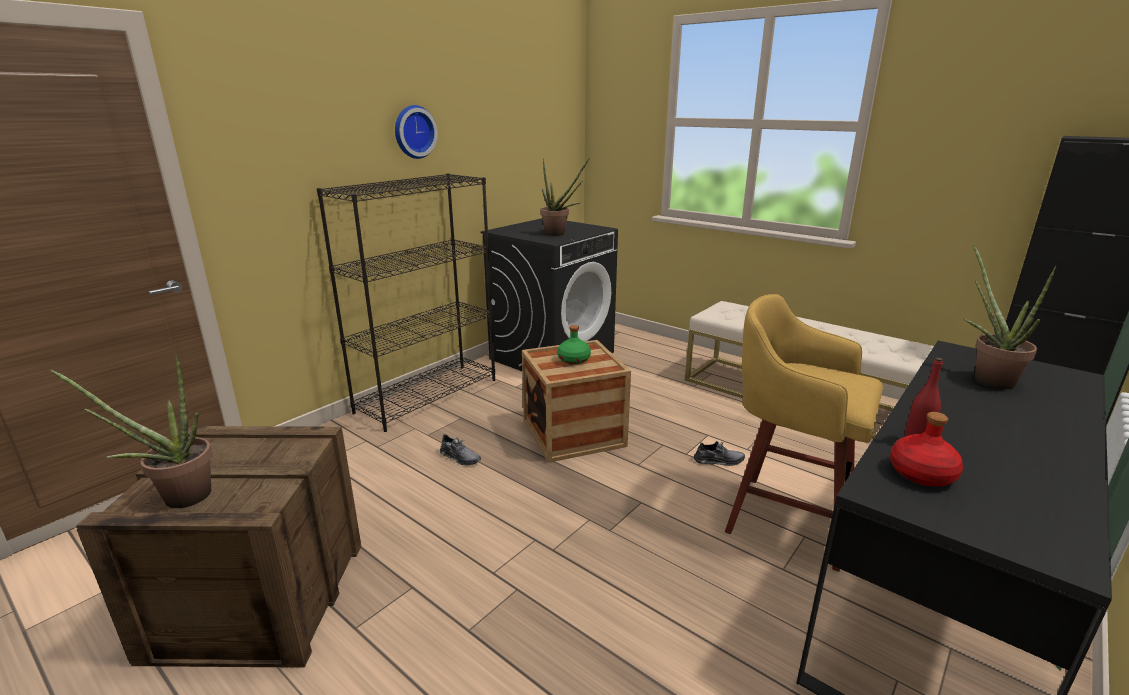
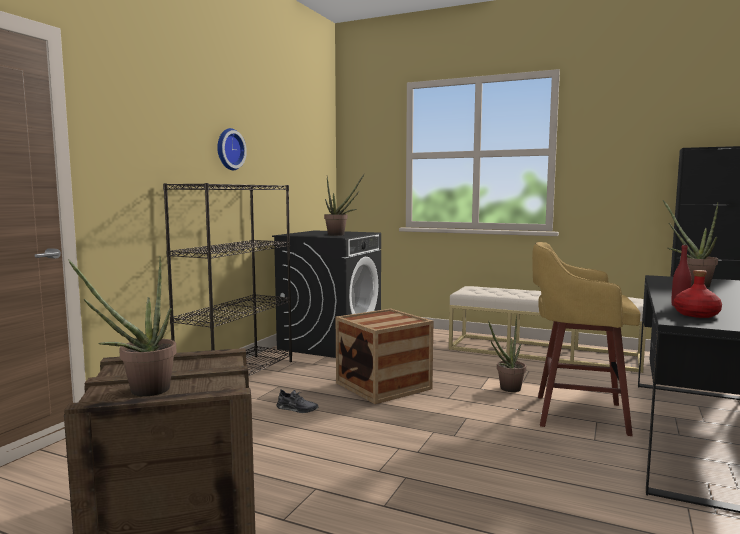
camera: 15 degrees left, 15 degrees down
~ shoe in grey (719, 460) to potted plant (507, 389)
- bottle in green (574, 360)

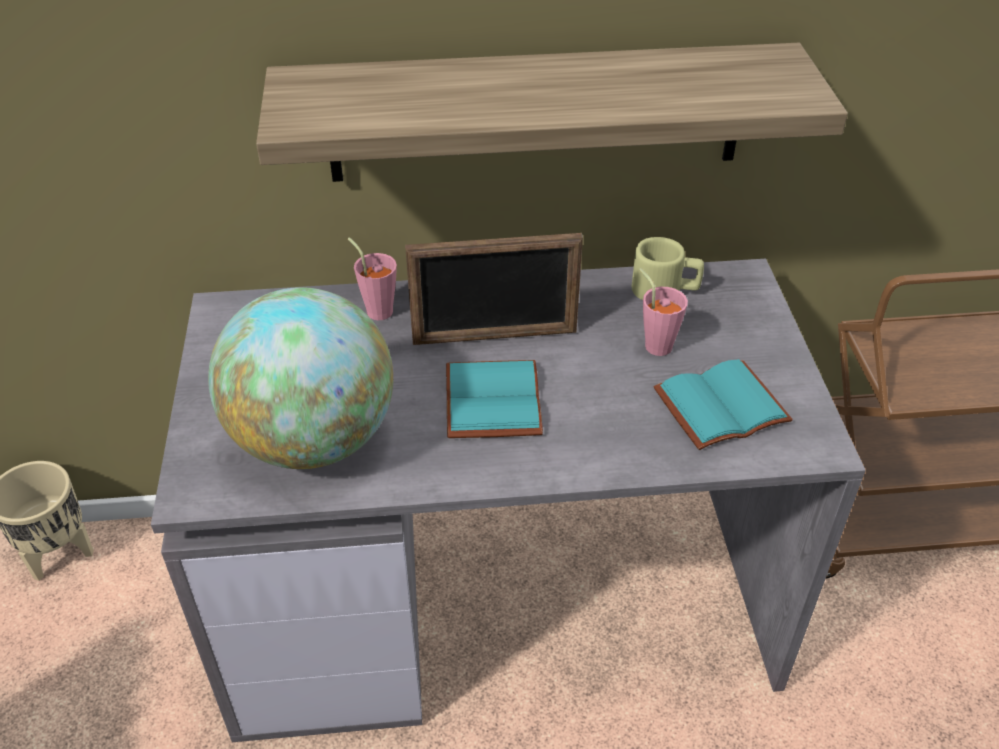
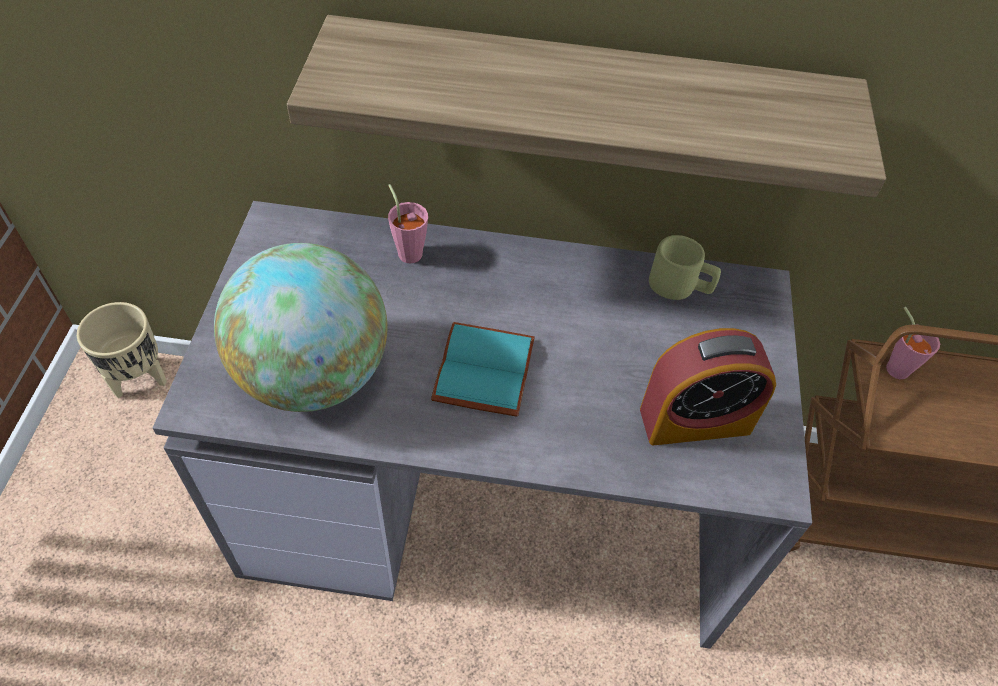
camera: 10 degrees right, 10 degrees up
~ book in turquoise (721, 404) to alarm clock (695, 420)
~ cup in pink (654, 342) to (894, 365)
- picture frame (495, 337)

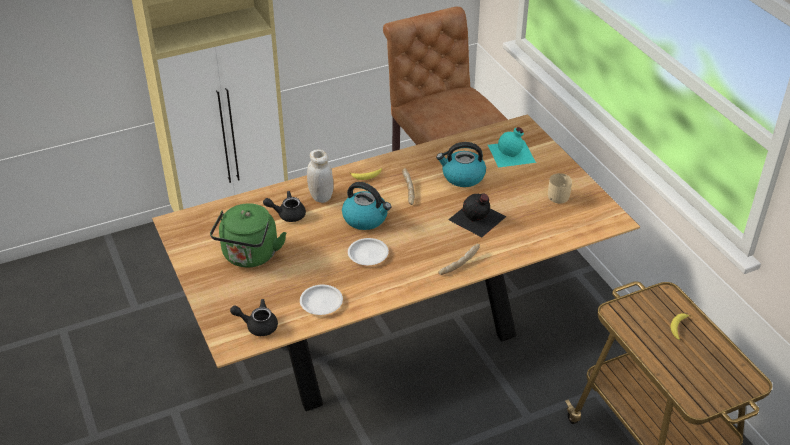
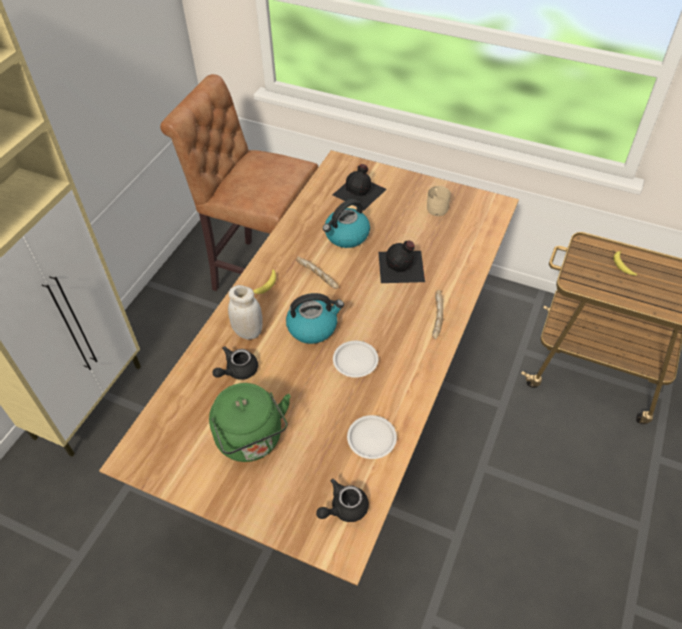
camera: 40 degrees left, 10 degrees up
~ bottle in turquoise (512, 153) to bottle in black (360, 191)

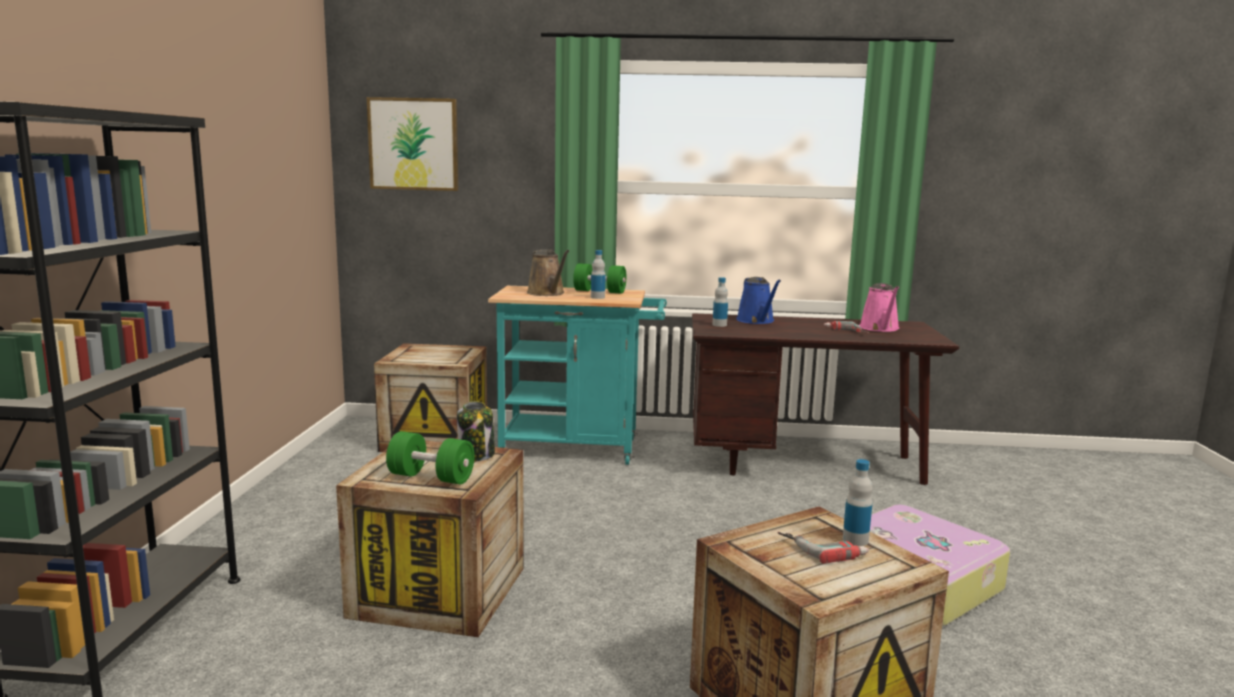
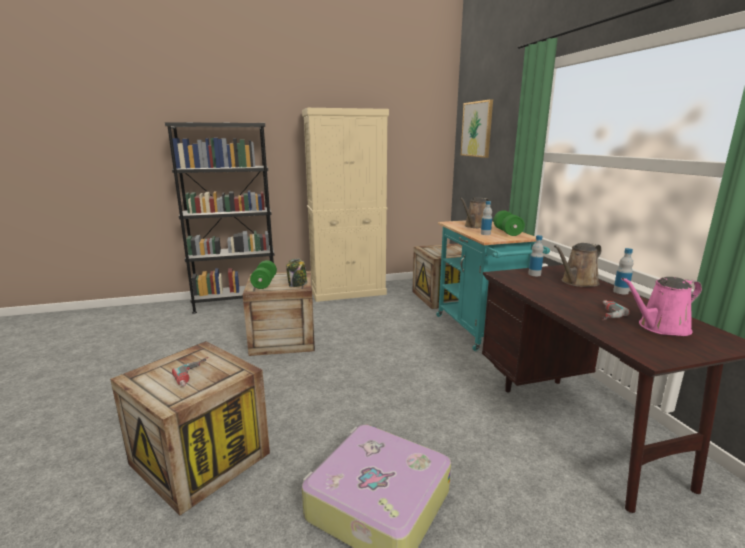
camera: 70 degrees right, 5 degrees up
+ cabinet in beige (348, 292)
~ watering can in blue (757, 321) to watering can in brown (577, 282)
~ bottle (855, 540) to (620, 292)

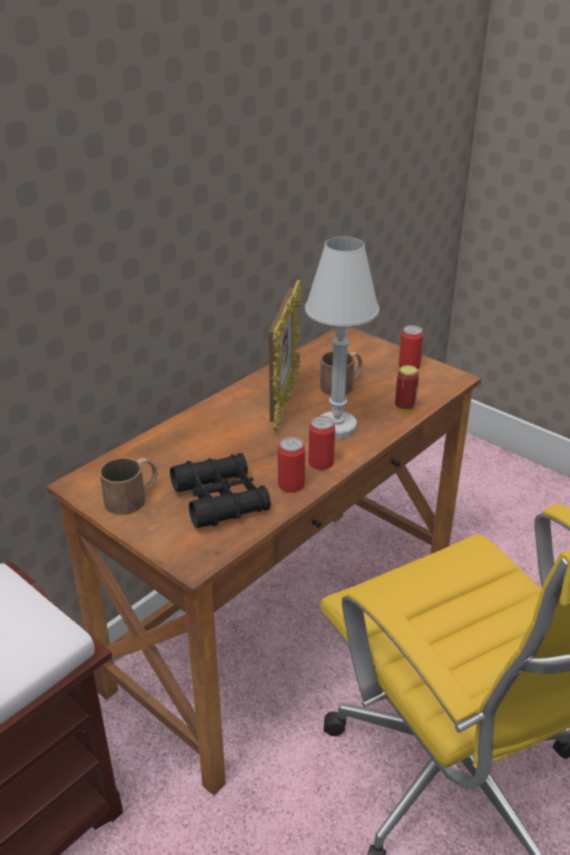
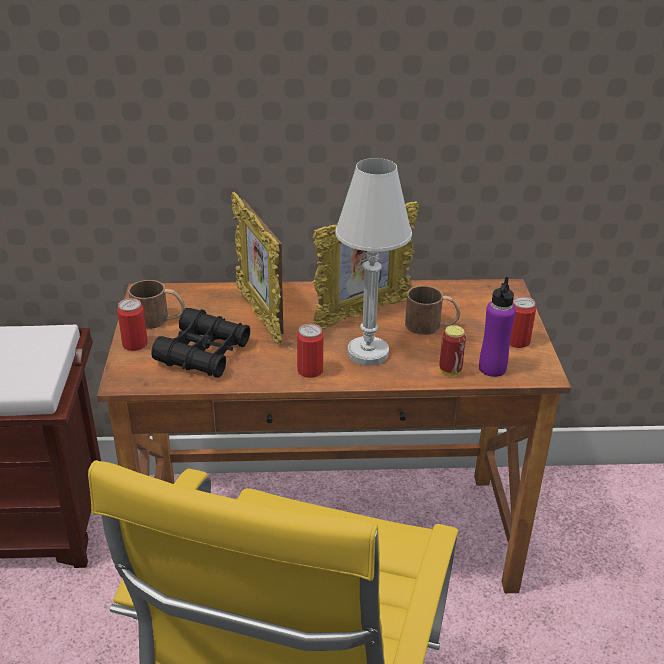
camera: 45 degrees right, 0 degrees up
~ can (291, 485) to (135, 344)
+ picture frame (260, 316)
+ bottle in purple (492, 368)

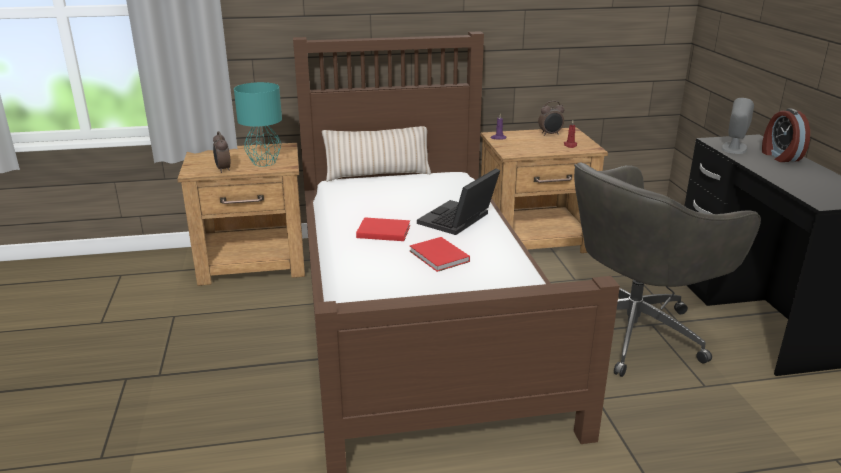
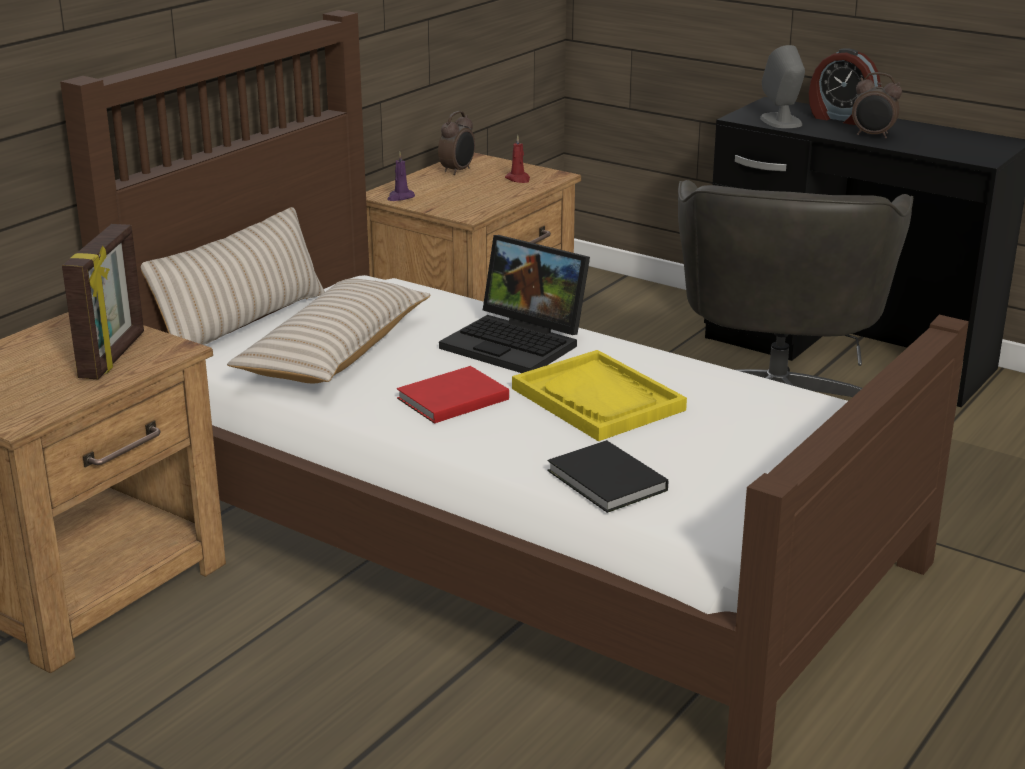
camera: 45 degrees left, 0 degrees up
~ table lamp in turquoise (264, 162) to picture frame (114, 356)
+ pillow in beige (335, 352)
~ laptop (458, 221) = (518, 343) 45 degrees counterclockwise
~ book in red (439, 257) to tray in yellow (598, 399)
+ book in black (607, 482)
~ alarm clock (223, 169) to (873, 135)

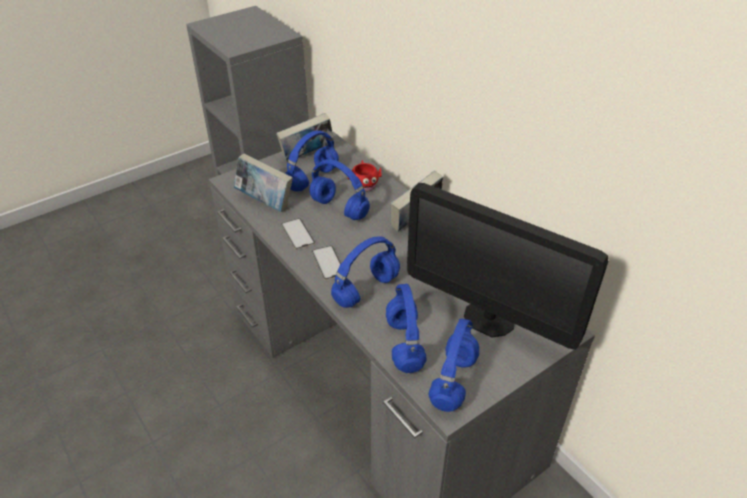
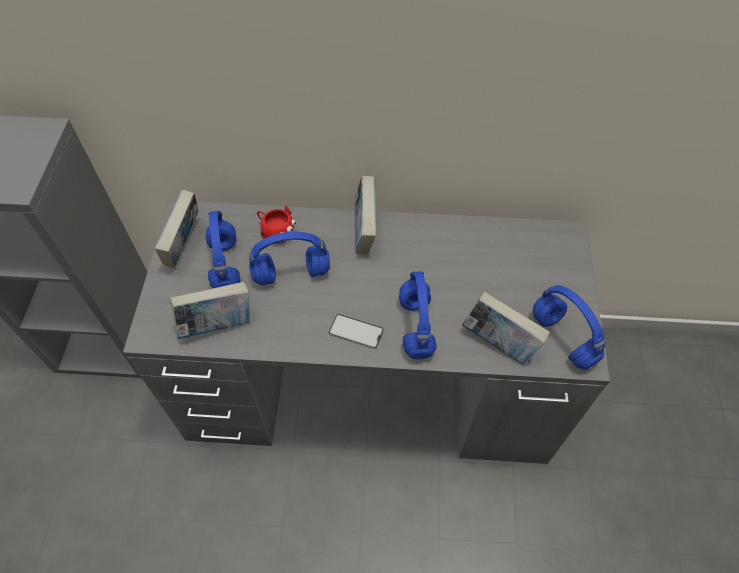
camera: 50 degrees left, 15 degrees up
~ headphones in blue (403, 343) to book (499, 343)
- phone (297, 234)
- monitor (489, 318)

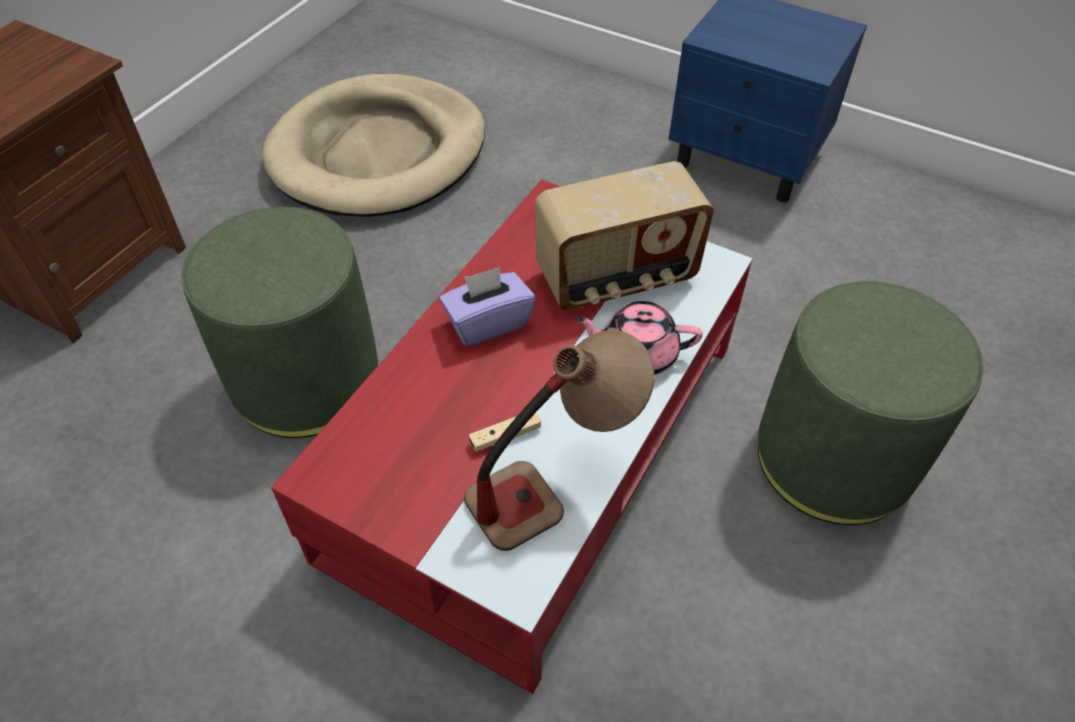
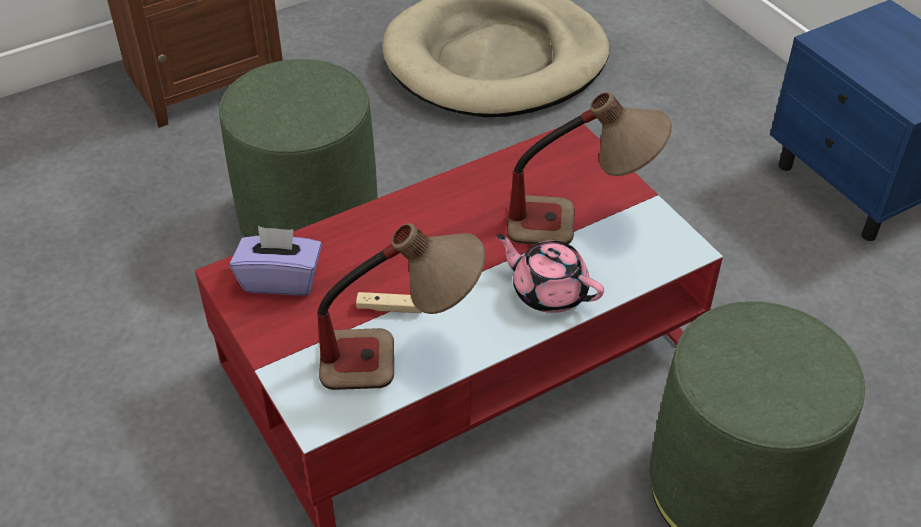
camera: 30 degrees right, 5 degrees down
~ tissue box in purple (487, 323) to (281, 279)
~ radio (617, 278) to table lamp (580, 225)

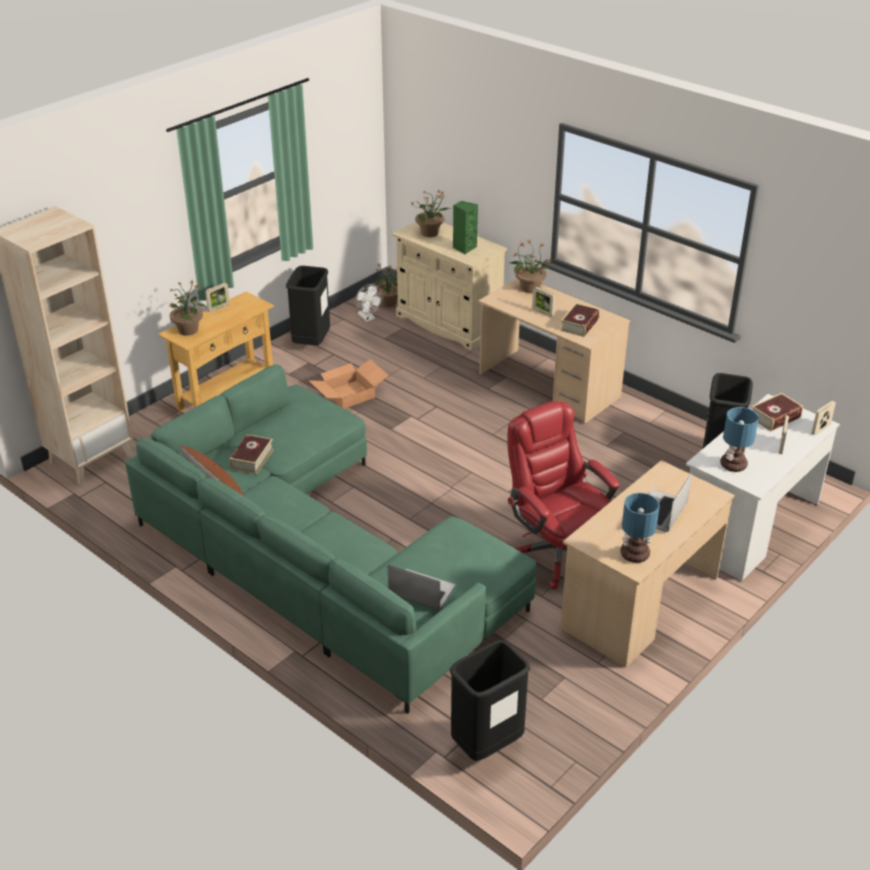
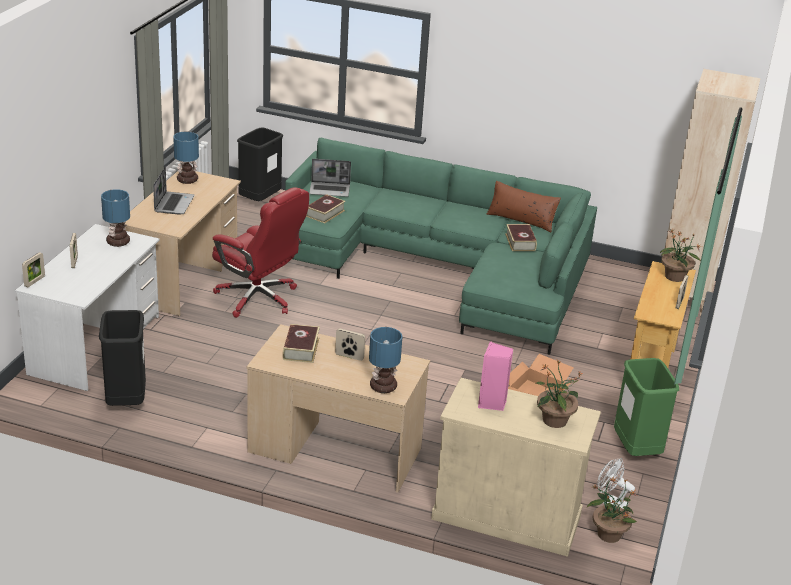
camera: 155 degrees right, 5 degrees down
~ book (775, 417) to (325, 213)
~ potted plant (529, 288) to table lamp (382, 387)
~ speaker in green (464, 248) to speaker in pink (492, 403)
~ trash can in black (311, 343) to trash can in green (635, 450)

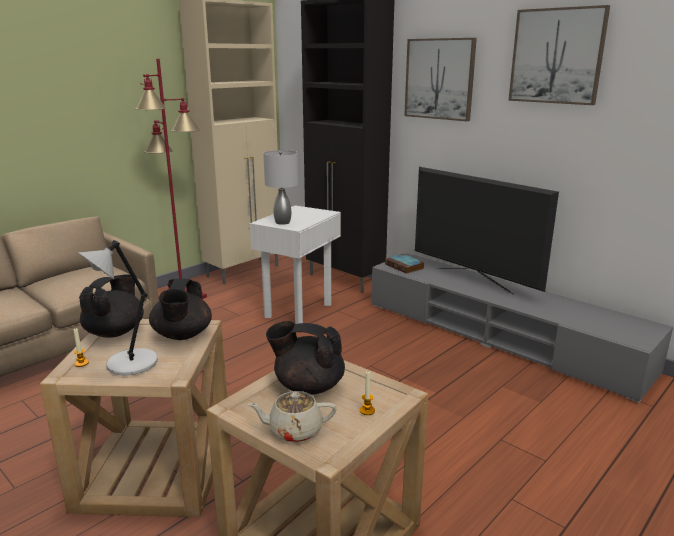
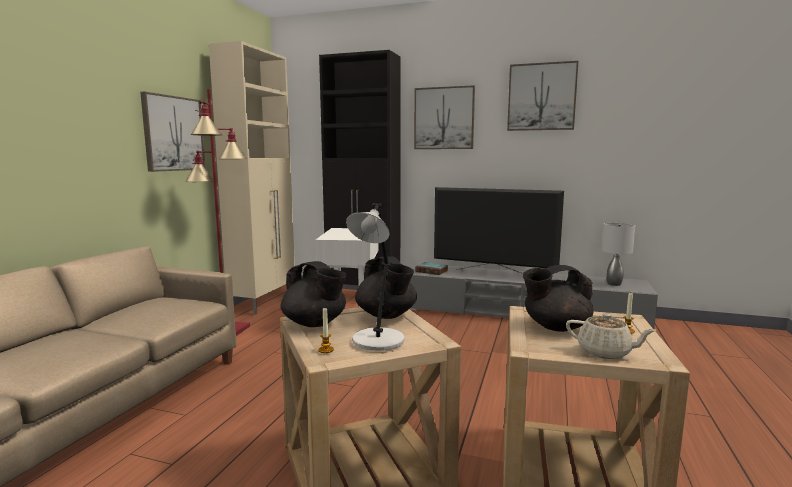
camera: 25 degrees left, 10 degrees down
+ picture (173, 133)
~ teapot in black (115, 332) = (315, 324) 135 degrees clockwise
~ teapot in beige (294, 430) = (605, 352) 120 degrees counterclockwise
~ table lamp in grey (283, 222) to (614, 284)

